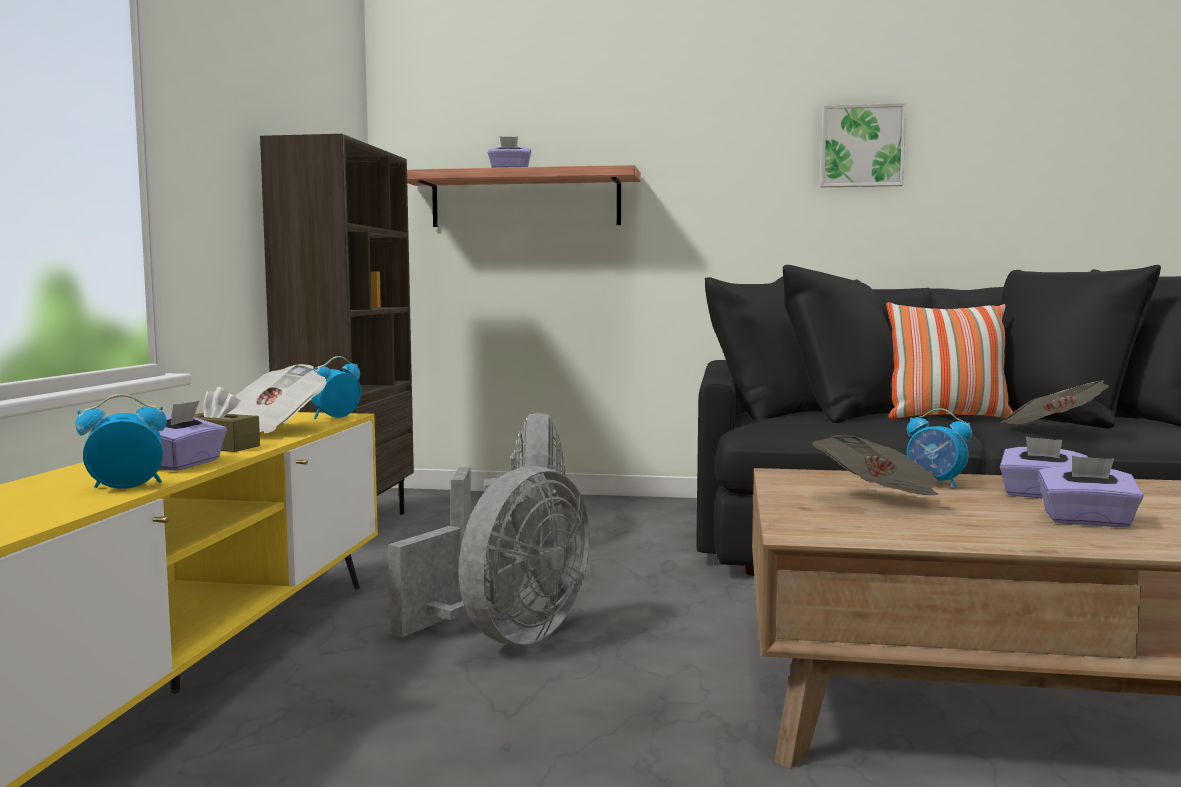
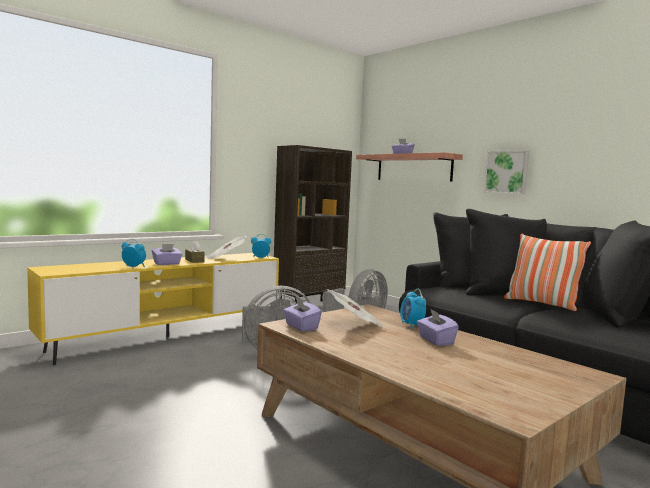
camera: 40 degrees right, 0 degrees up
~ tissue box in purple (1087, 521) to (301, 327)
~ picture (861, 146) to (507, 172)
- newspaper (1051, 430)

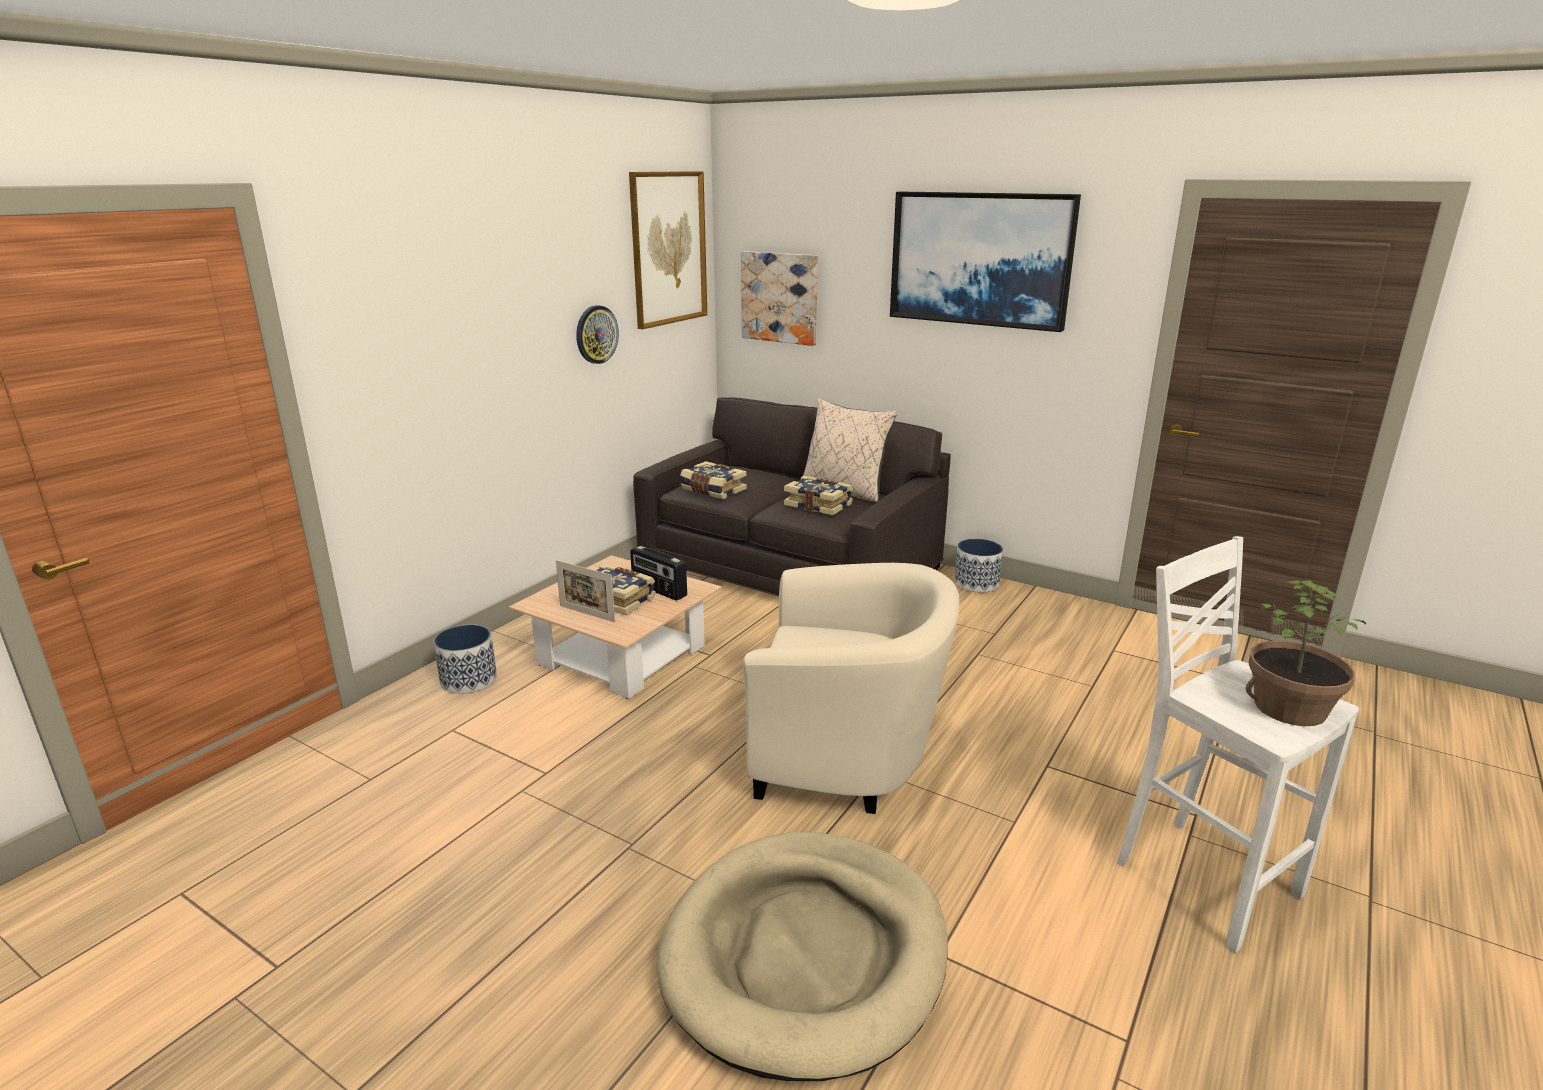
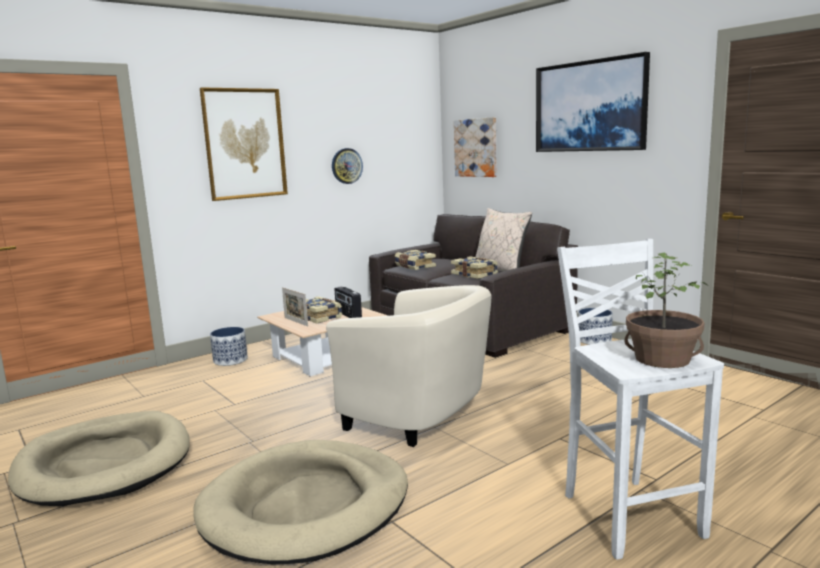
camera: 20 degrees right, 10 degrees down
+ dog bed in beige (105, 463)
~ picture (668, 248) to (244, 144)

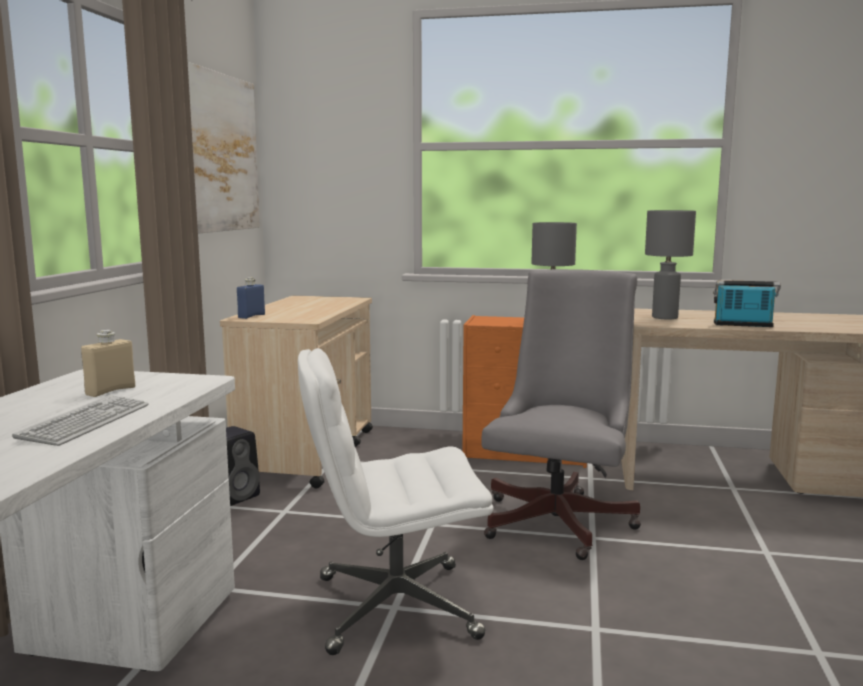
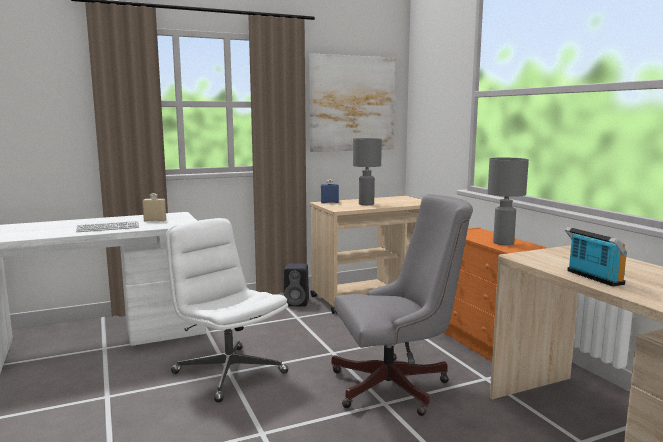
camera: 55 degrees right, 0 degrees up
~ table lamp in grey (664, 317) to (366, 204)

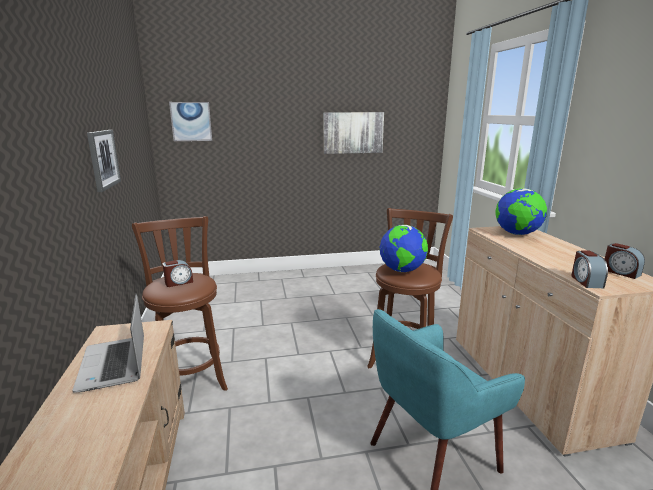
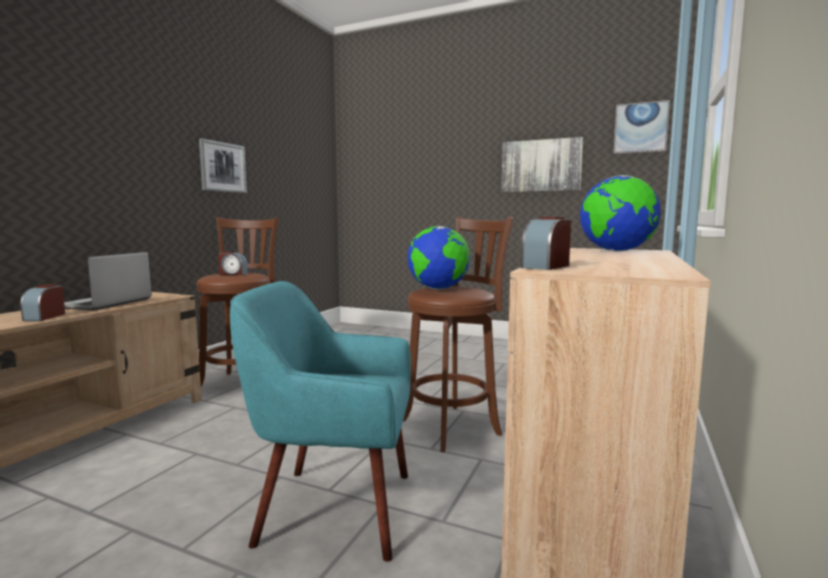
camera: 35 degrees right, 10 degrees down
~ alarm clock (620, 272) to (45, 317)
~ picture (191, 121) to (640, 128)

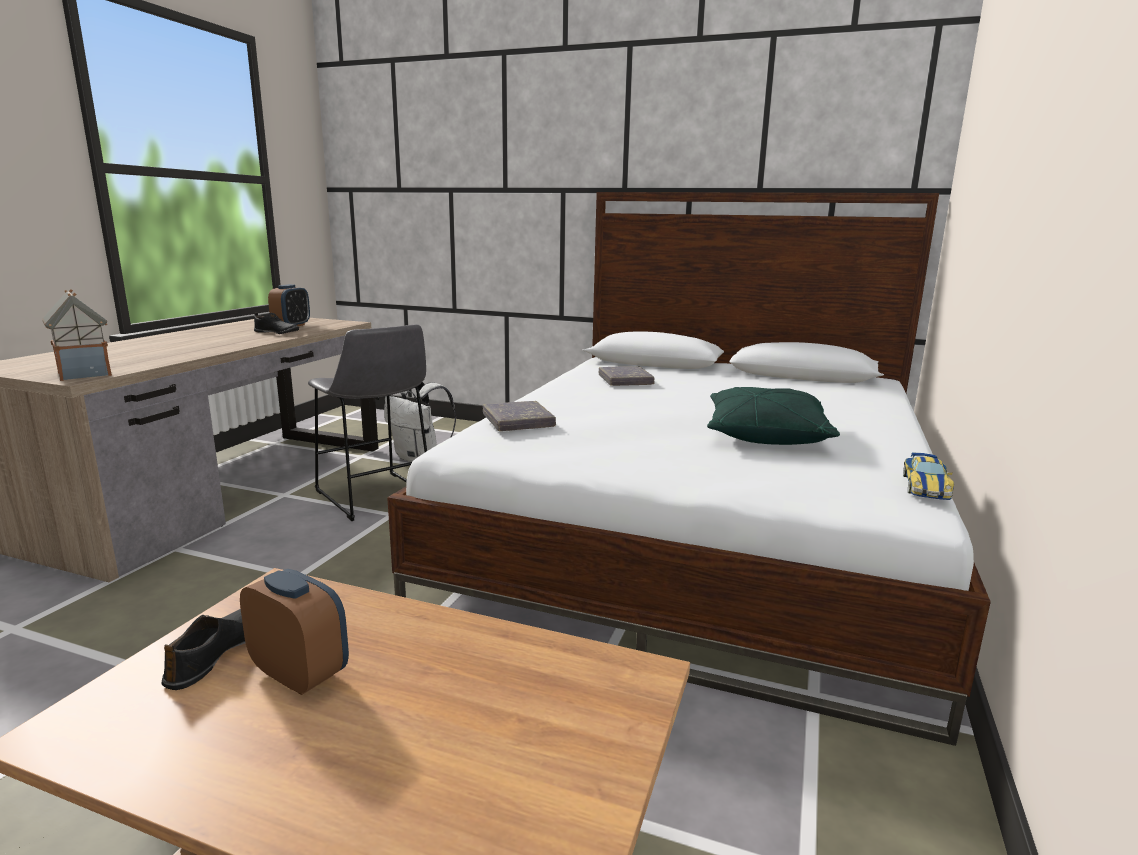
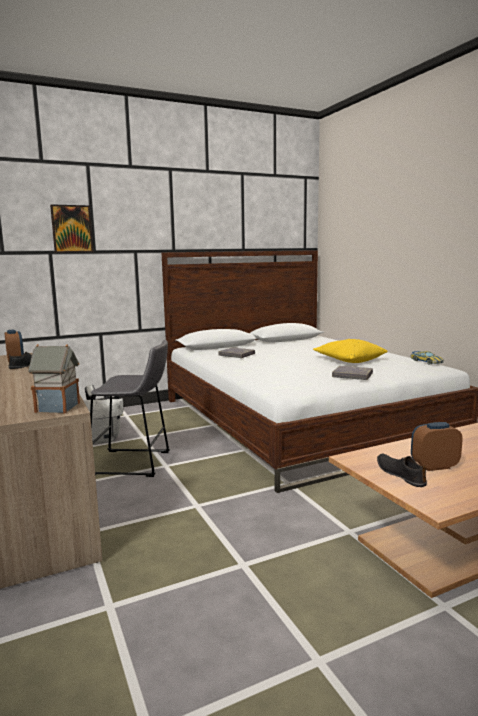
camera: 45 degrees left, 5 degrees down
+ picture (72, 229)
~ pillow in green (765, 435) to pillow in yellow (349, 360)
~ book in grey (518, 421) to (352, 376)

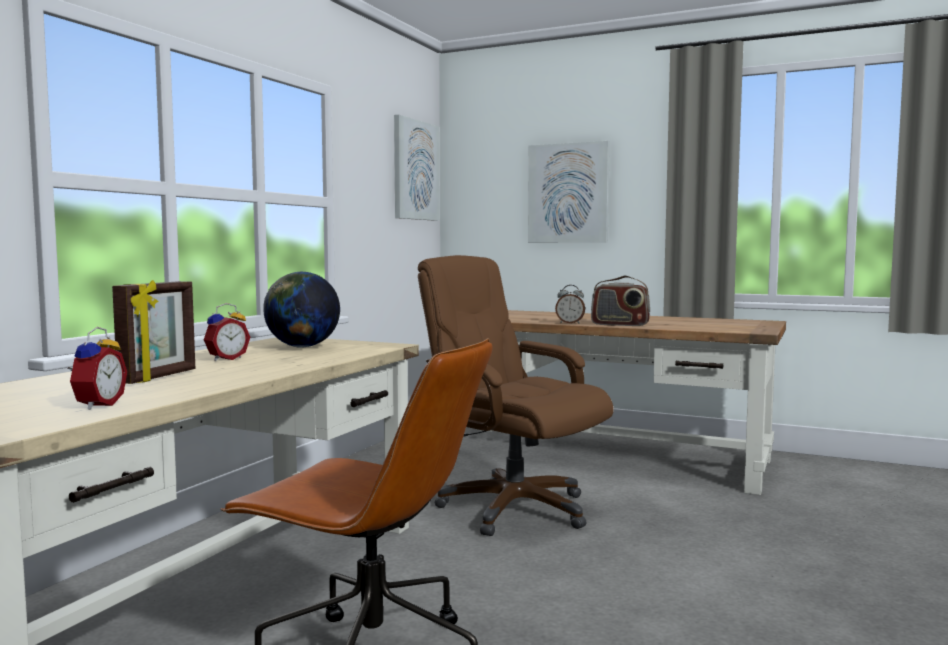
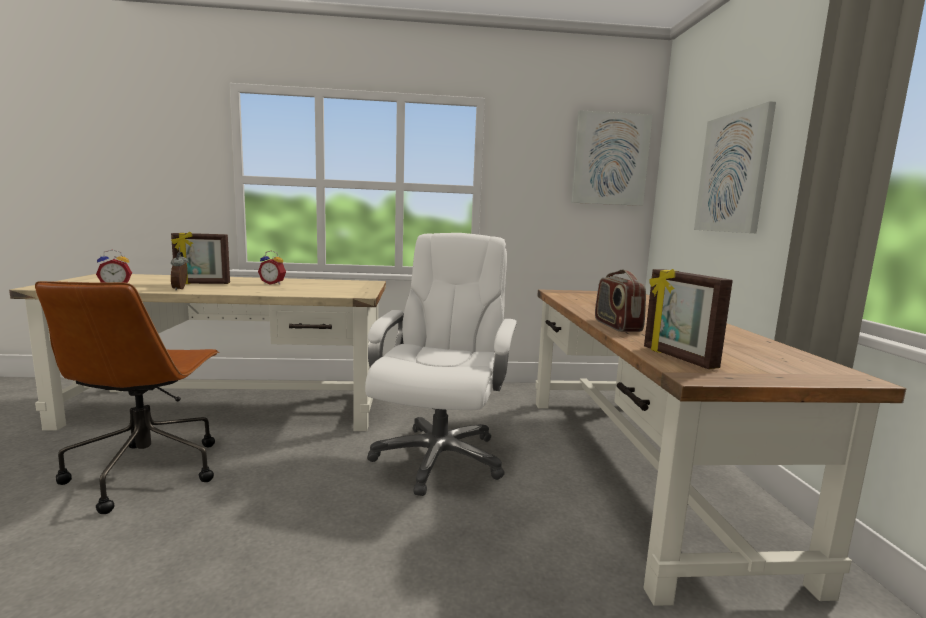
camera: 60 degrees right, 5 degrees up
~ alarm clock (570, 323) to (181, 289)
~ office chair in brown (513, 508) to office chair in white (439, 457)
+ picture frame (677, 358)
- globe (302, 347)

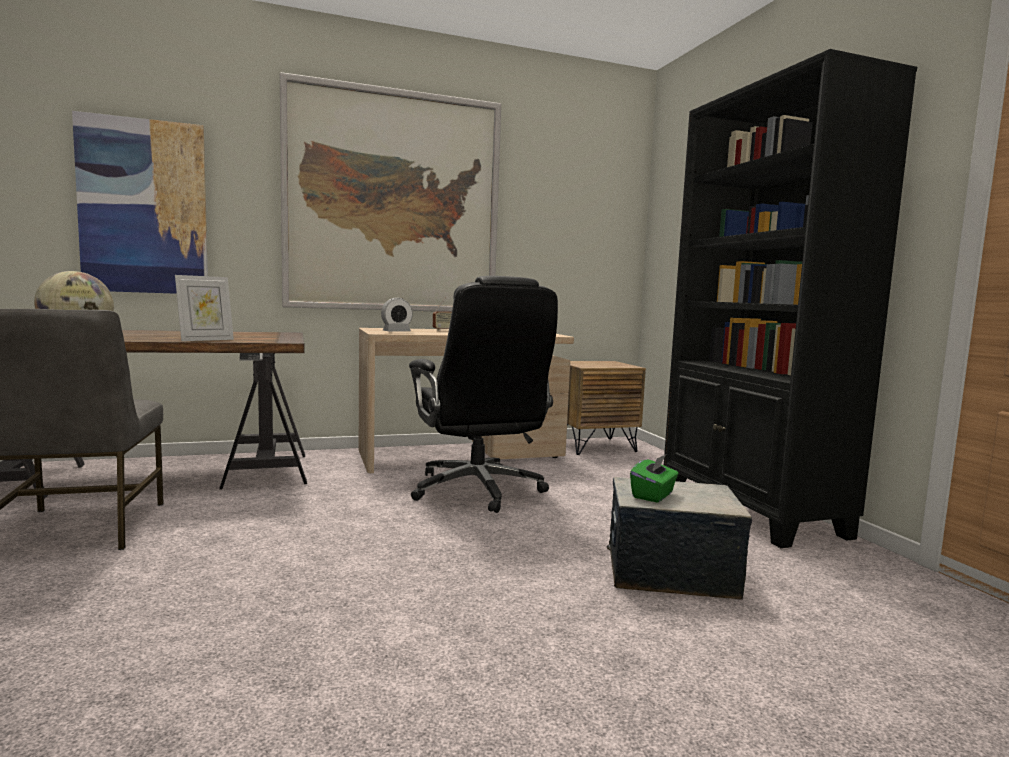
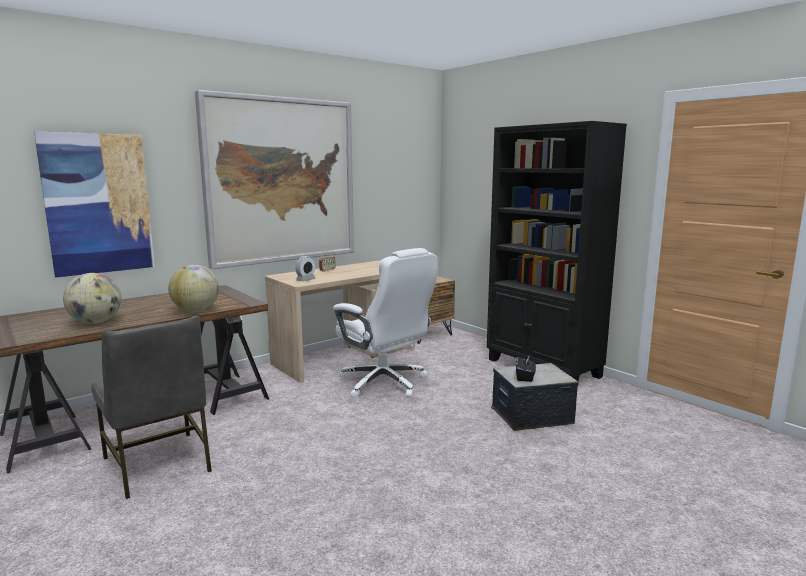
camera: 20 degrees left, 5 degrees up
~ picture frame (206, 340) to globe (196, 311)
~ office chair in black (478, 490) to office chair in white (384, 383)
~ tissue box in green (653, 495) to tissue box in black (525, 377)

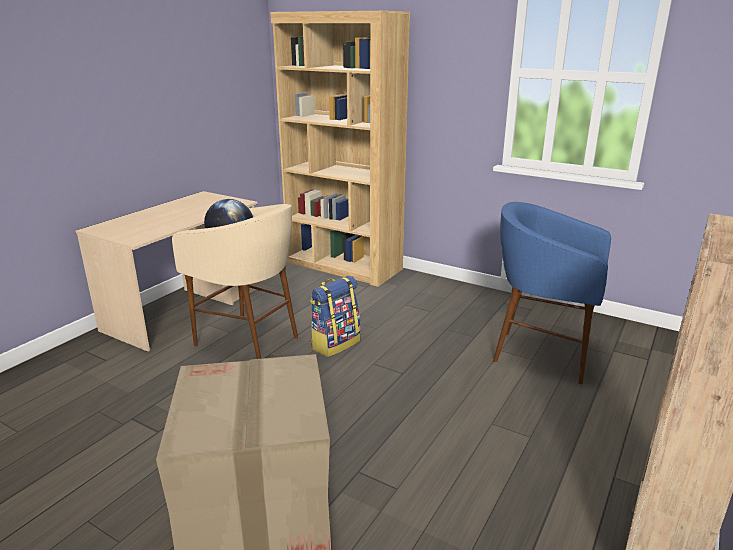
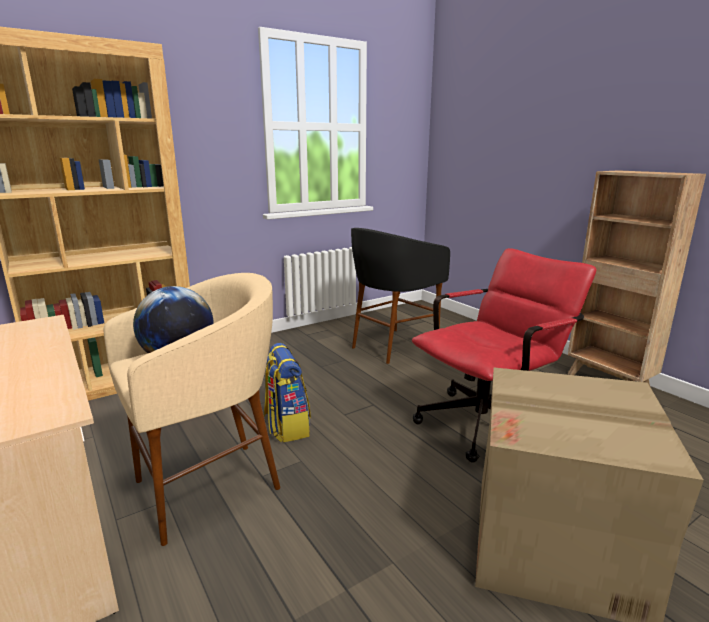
camera: 65 degrees left, 5 degrees down
~ stool in blue (540, 355) to stool in black (393, 346)
+ office chair in red (489, 421)

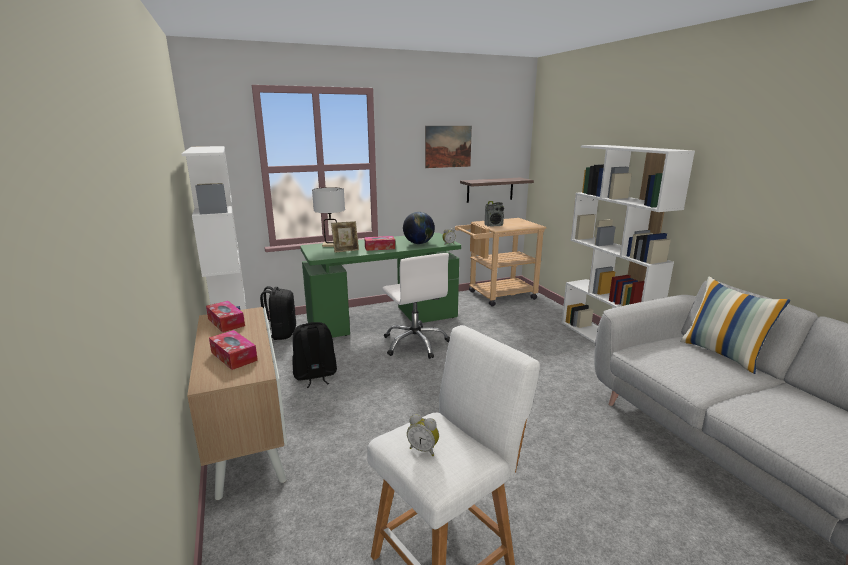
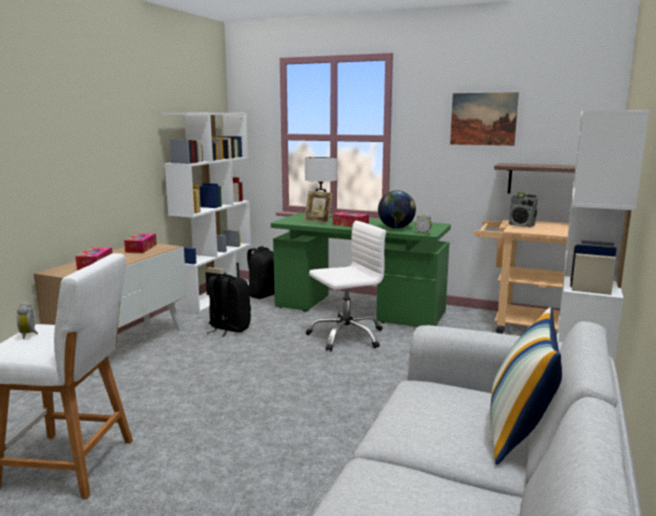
camera: 45 degrees right, 5 degrees down
~ office chair in white (415, 343) = (346, 336) 135 degrees counterclockwise

